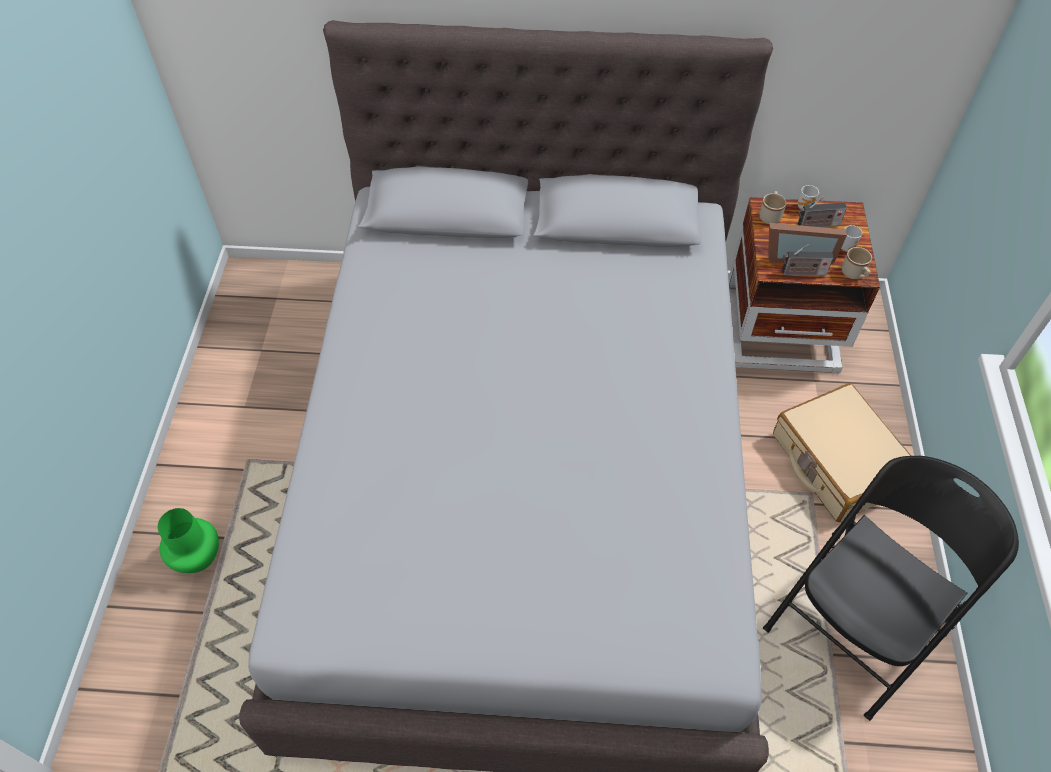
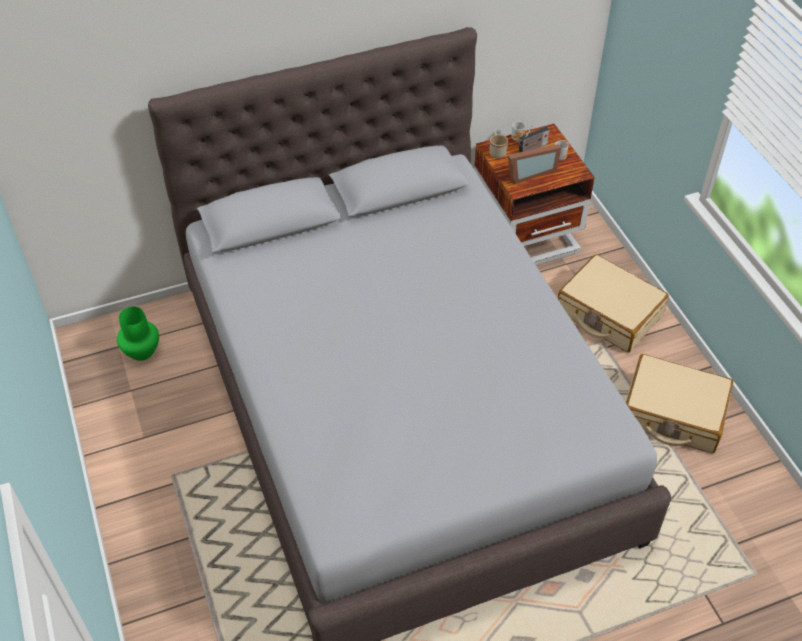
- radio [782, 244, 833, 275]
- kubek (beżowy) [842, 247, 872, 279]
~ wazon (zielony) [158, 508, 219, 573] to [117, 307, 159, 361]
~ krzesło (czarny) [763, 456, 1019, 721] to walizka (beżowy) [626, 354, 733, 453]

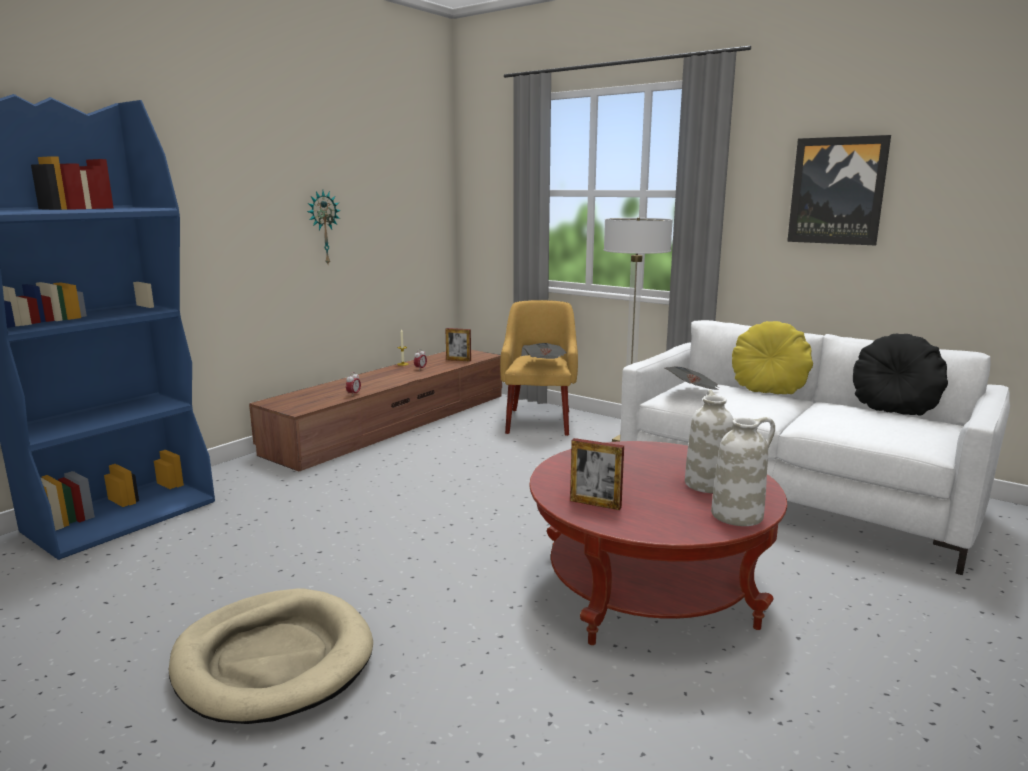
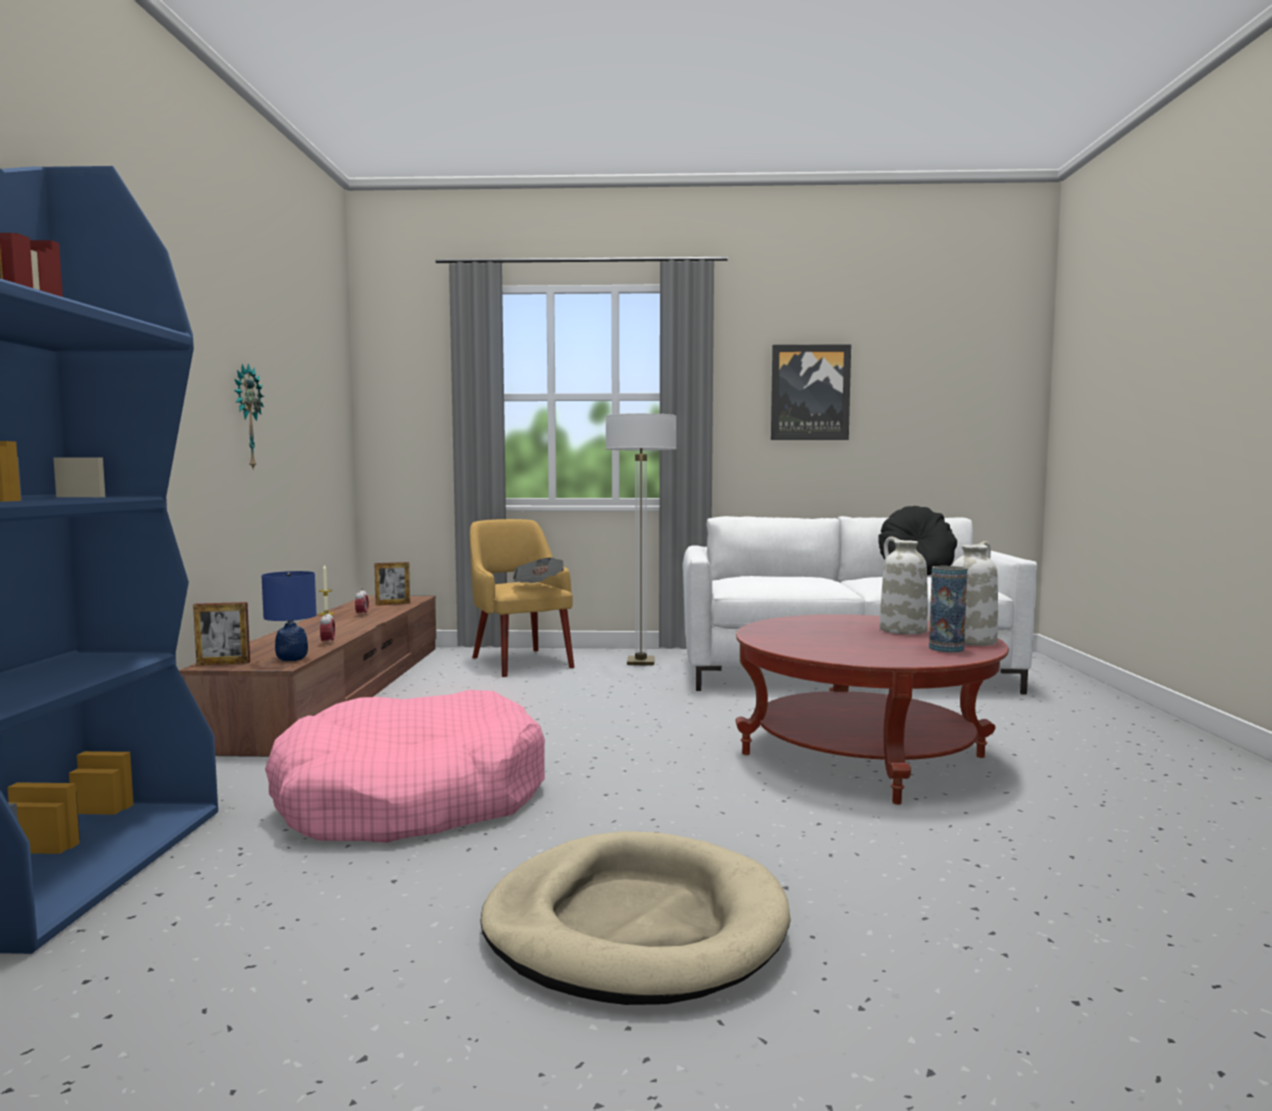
- gazeta [665, 367, 720, 390]
- poduszka (żółty) [732, 321, 813, 394]
+ lampa stołowa (niebieski) [261, 571, 317, 661]
+ legowisko (różowy) [265, 690, 545, 843]
+ wazon [929, 566, 967, 653]
~ ramka na zdjęcie [570, 438, 624, 510] to [193, 602, 250, 665]

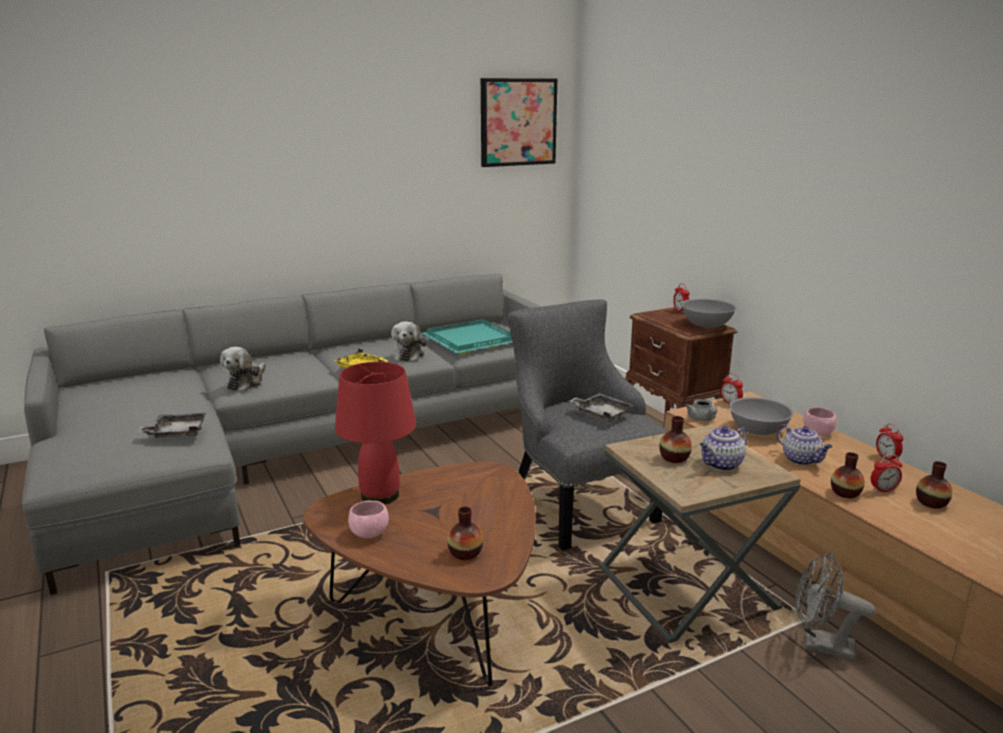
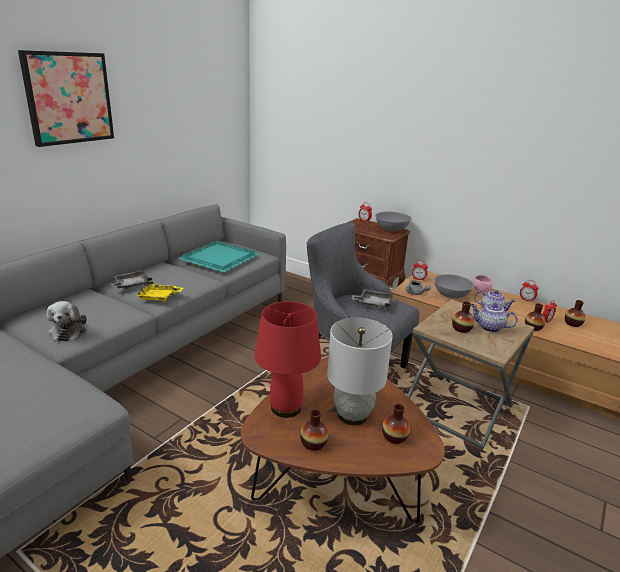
- pluszak [390, 321, 426, 361]
- wentylator (szary) [795, 552, 875, 661]
+ lampa stołowa (biały) [327, 318, 393, 425]
~ taca (szary) [137, 413, 206, 438] to [111, 271, 152, 289]
~ obraz [481, 78, 557, 167] to [18, 50, 114, 147]
~ miska (różowy) [348, 500, 389, 538] to wazon [300, 410, 328, 451]
~ imbryk [700, 426, 748, 471] = [471, 303, 518, 333] 90 degrees clockwise

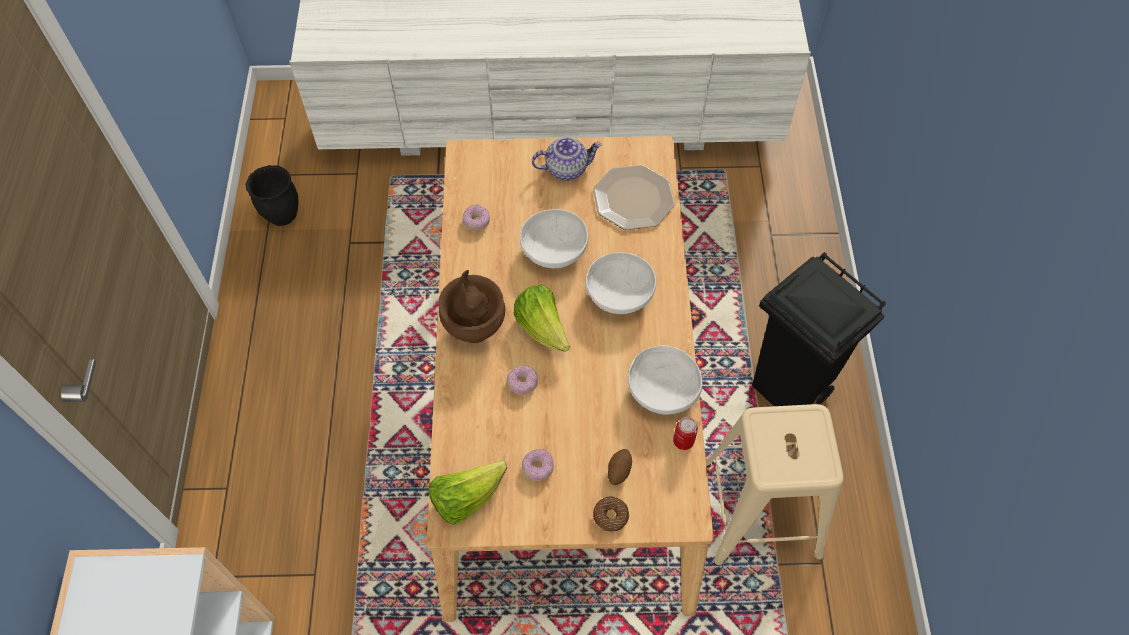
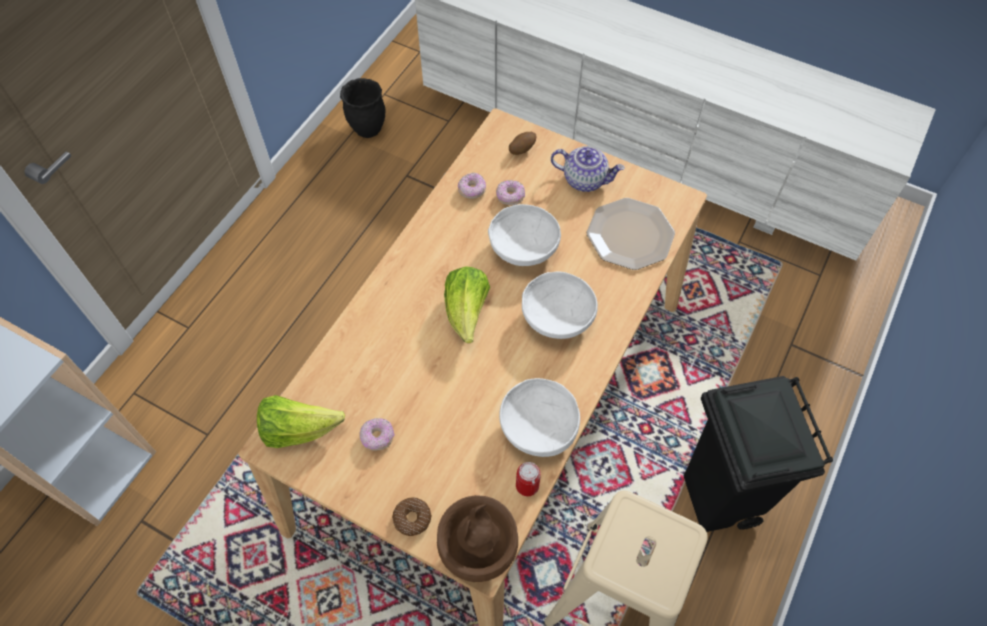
~ wazon (brązowy) [438, 270, 505, 343] to [437, 495, 518, 582]
~ donut [507, 365, 538, 395] to [496, 180, 525, 206]
~ ziemniak [608, 449, 632, 485] to [509, 132, 536, 155]

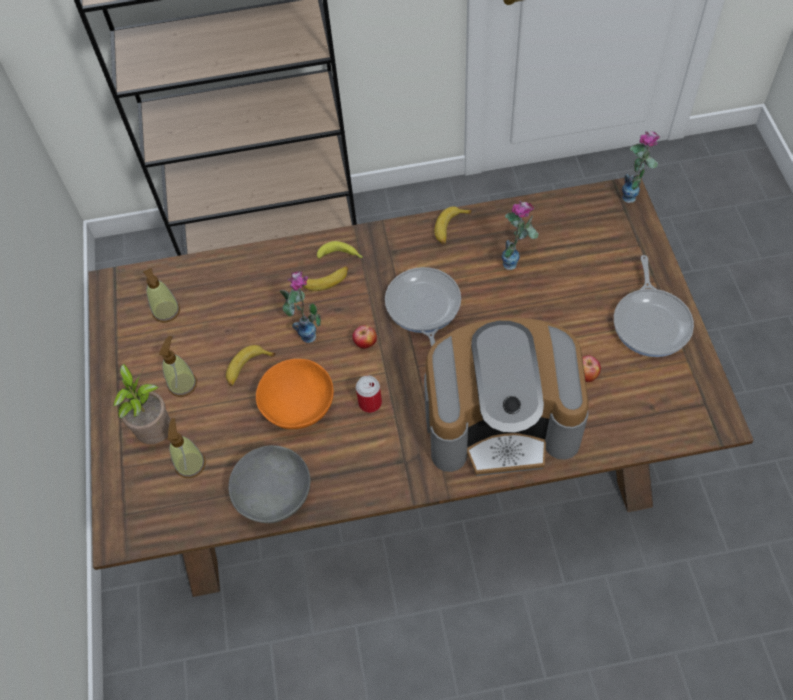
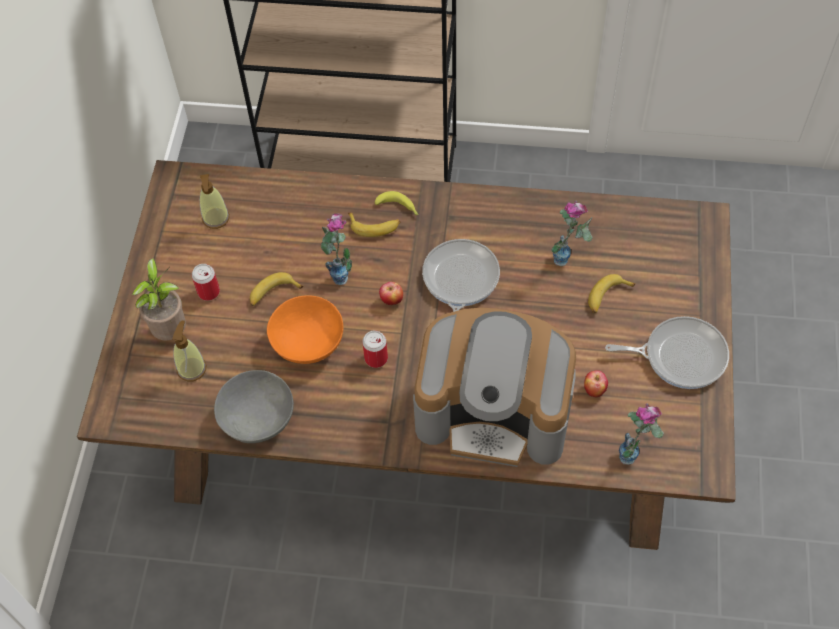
~ banan [435, 206, 472, 244] to [588, 274, 636, 313]
~ wazon [622, 131, 660, 203] to [619, 404, 664, 465]
~ dozownik mydła [159, 336, 197, 397] to puszka [192, 264, 220, 301]
~ patelnia [614, 255, 694, 357] = [605, 316, 729, 389] 105 degrees counterclockwise

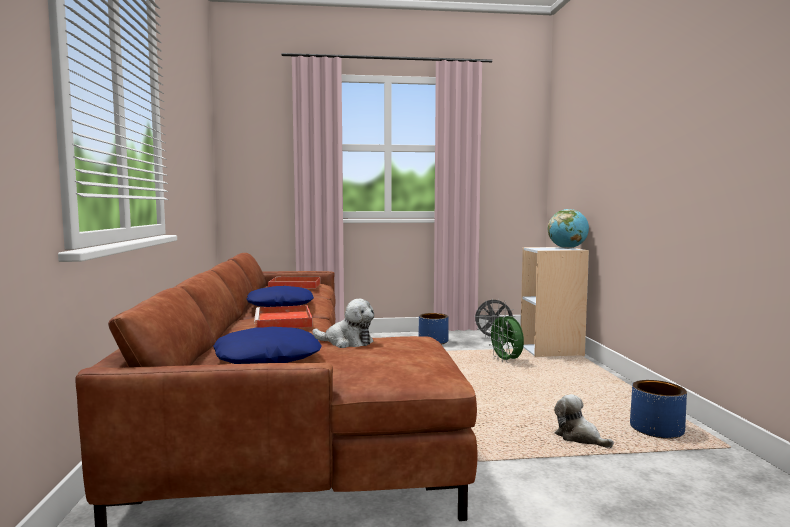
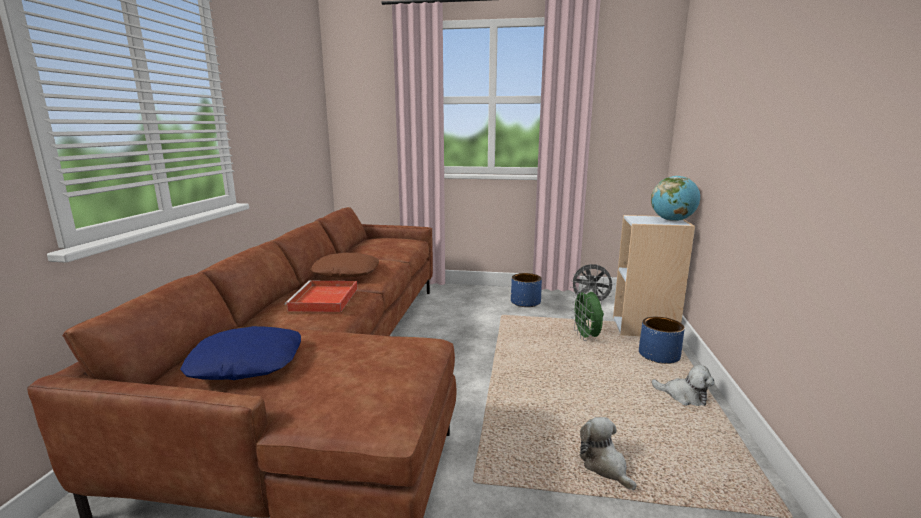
- taca (czerwony) [268, 277, 320, 289]
~ pluszak [312, 299, 374, 348] to [652, 365, 715, 406]
~ donica (niebieski) [630, 380, 687, 439] to [639, 317, 685, 364]
~ poduszka (niebieski) [247, 286, 314, 307] to poduszka (brązowy) [310, 253, 379, 278]

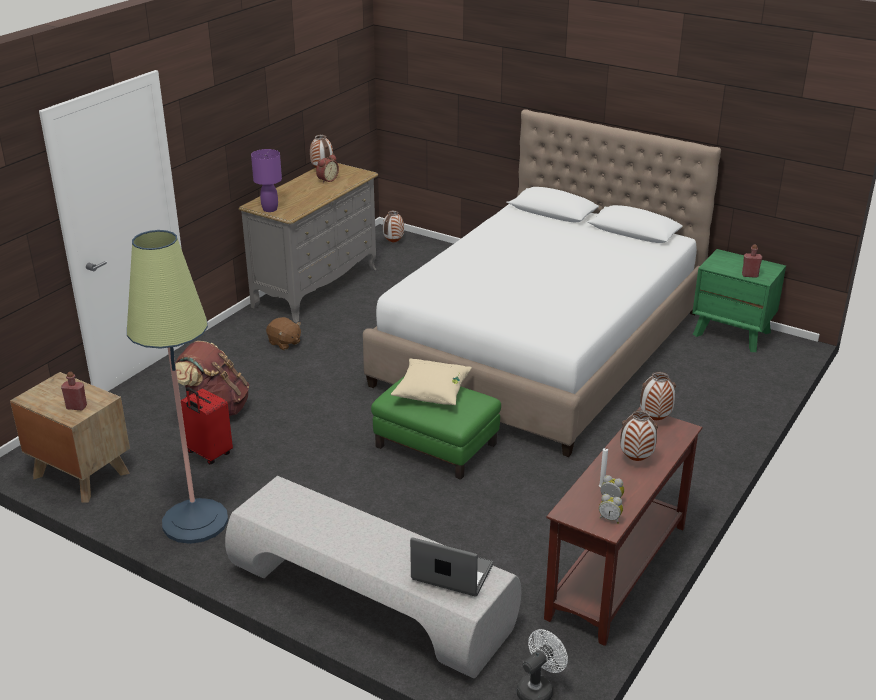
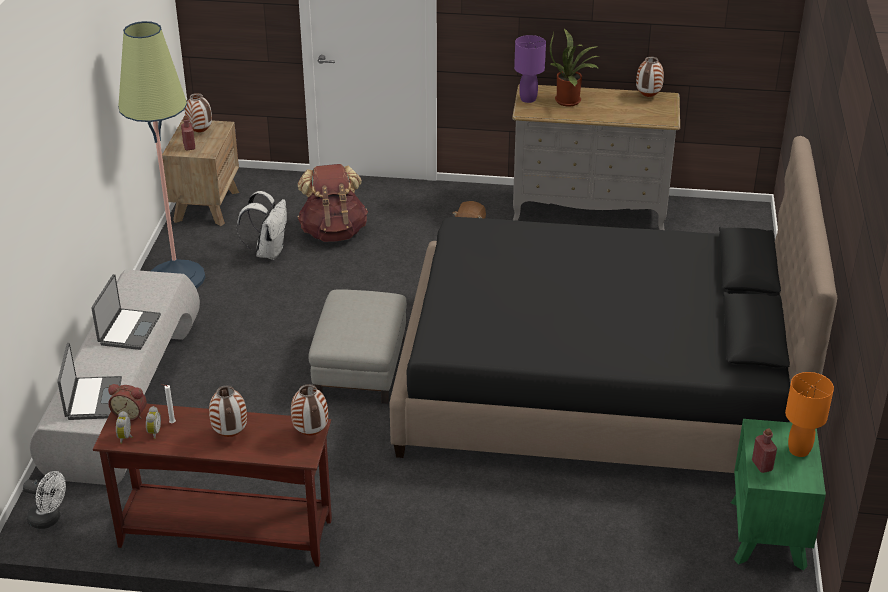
- poduszka (beżowy) [391, 358, 472, 405]
+ laptop [91, 274, 161, 350]
+ roślina doniczkowa [550, 29, 599, 107]
+ lampa stołowa (pomarańczowy) [785, 372, 834, 457]
~ budzik [316, 155, 339, 183] to [108, 384, 147, 421]
~ wazon [383, 210, 404, 243] to [185, 93, 212, 132]
~ walizka (czerwony) [181, 387, 233, 464] to plecak (biały) [237, 191, 287, 260]
~ łóżko (biały) [363, 110, 721, 457] to łóżko (czarny) [390, 136, 837, 473]
~ pufa (zielony) [371, 377, 501, 480] to pufa (szary) [309, 289, 407, 404]

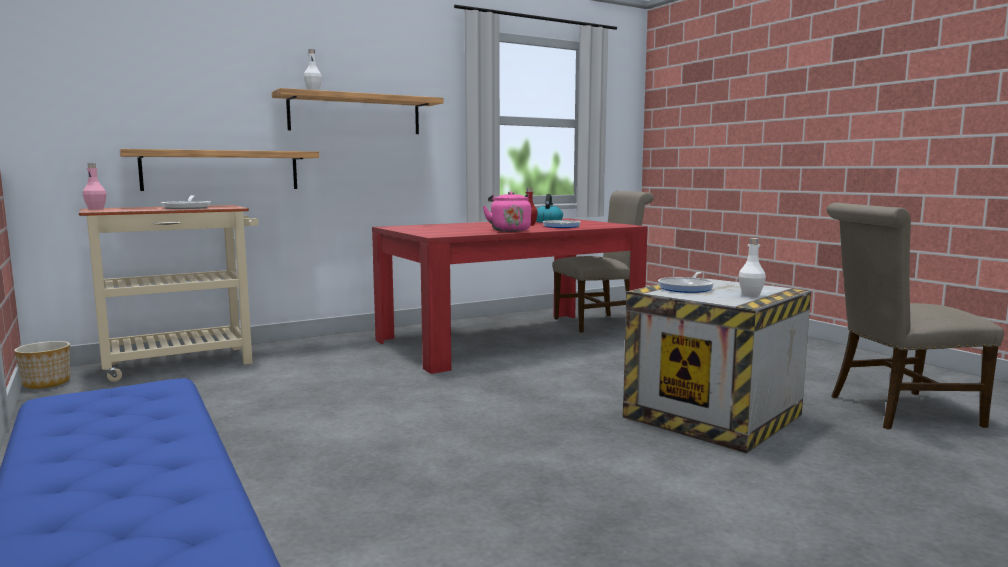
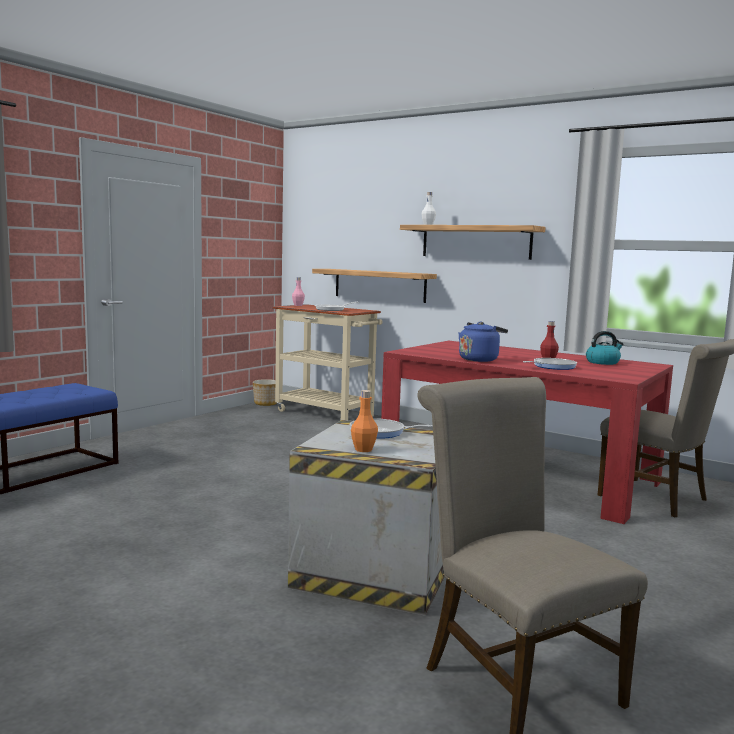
~ czajnik (różowy) [483, 191, 531, 232] to czajnik (niebieski) [458, 322, 508, 362]
~ butelka (biały) [739, 238, 766, 297] to butelka (pomarańczowy) [351, 390, 378, 452]

